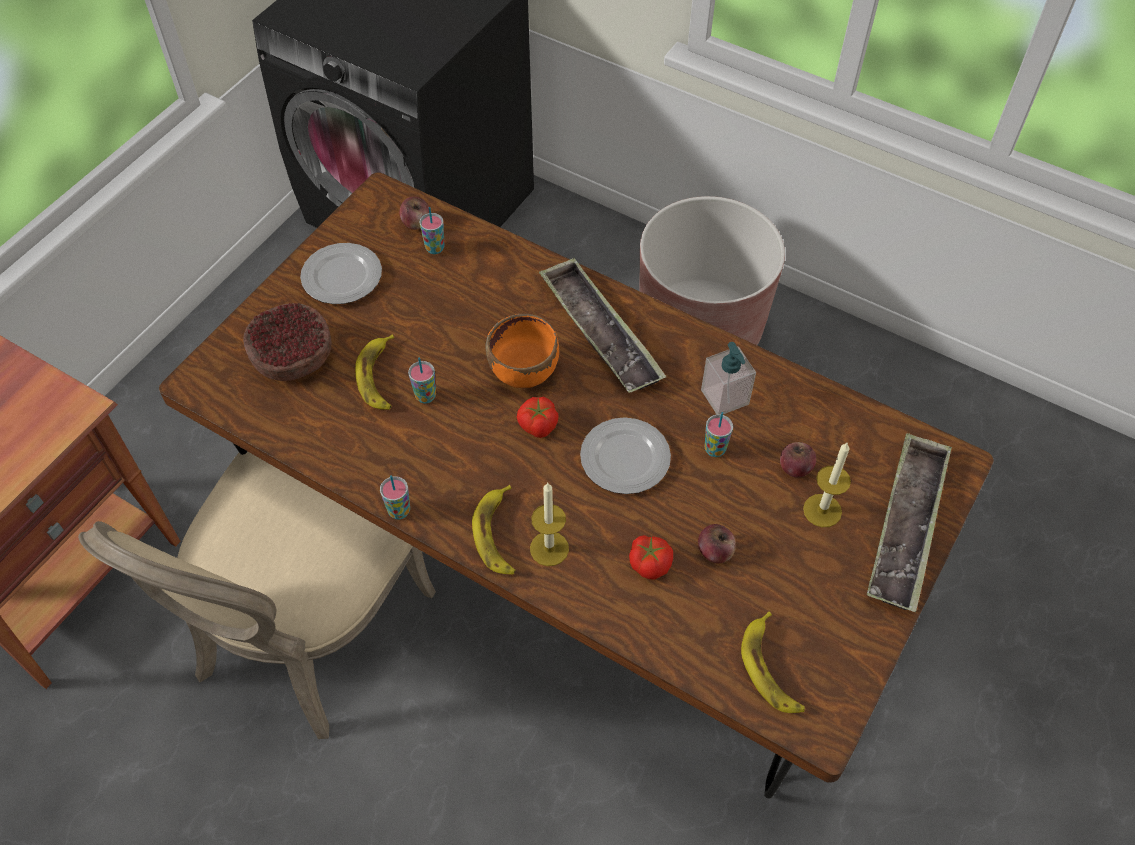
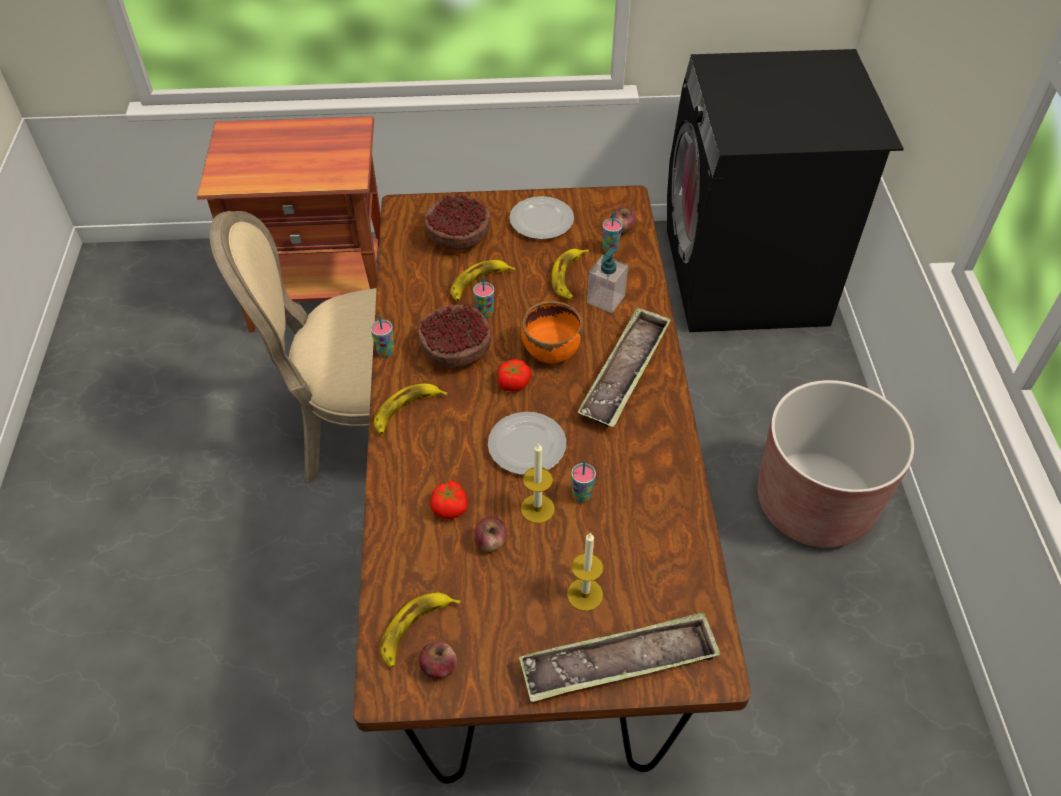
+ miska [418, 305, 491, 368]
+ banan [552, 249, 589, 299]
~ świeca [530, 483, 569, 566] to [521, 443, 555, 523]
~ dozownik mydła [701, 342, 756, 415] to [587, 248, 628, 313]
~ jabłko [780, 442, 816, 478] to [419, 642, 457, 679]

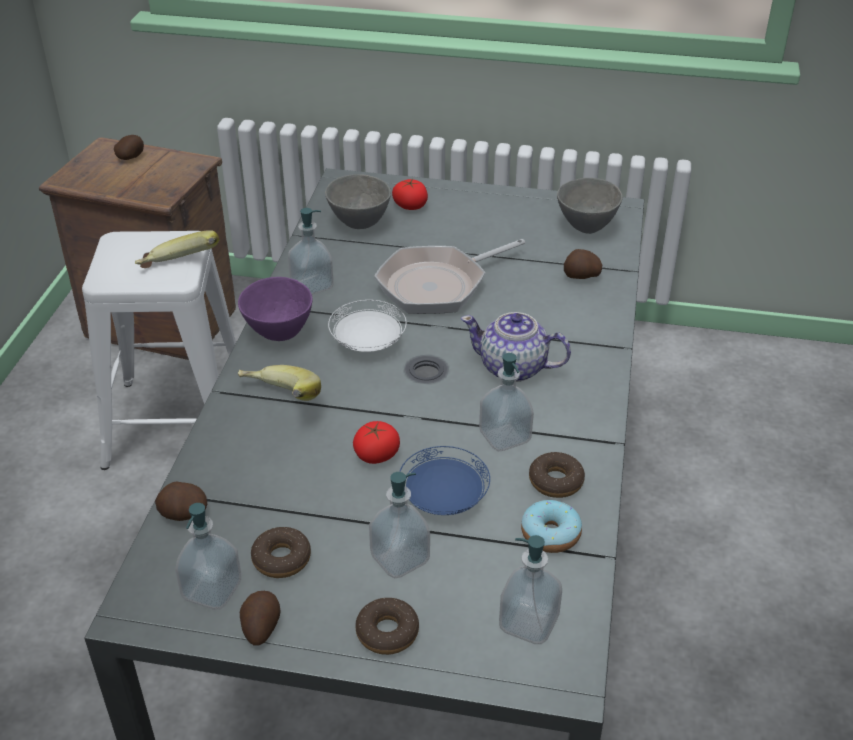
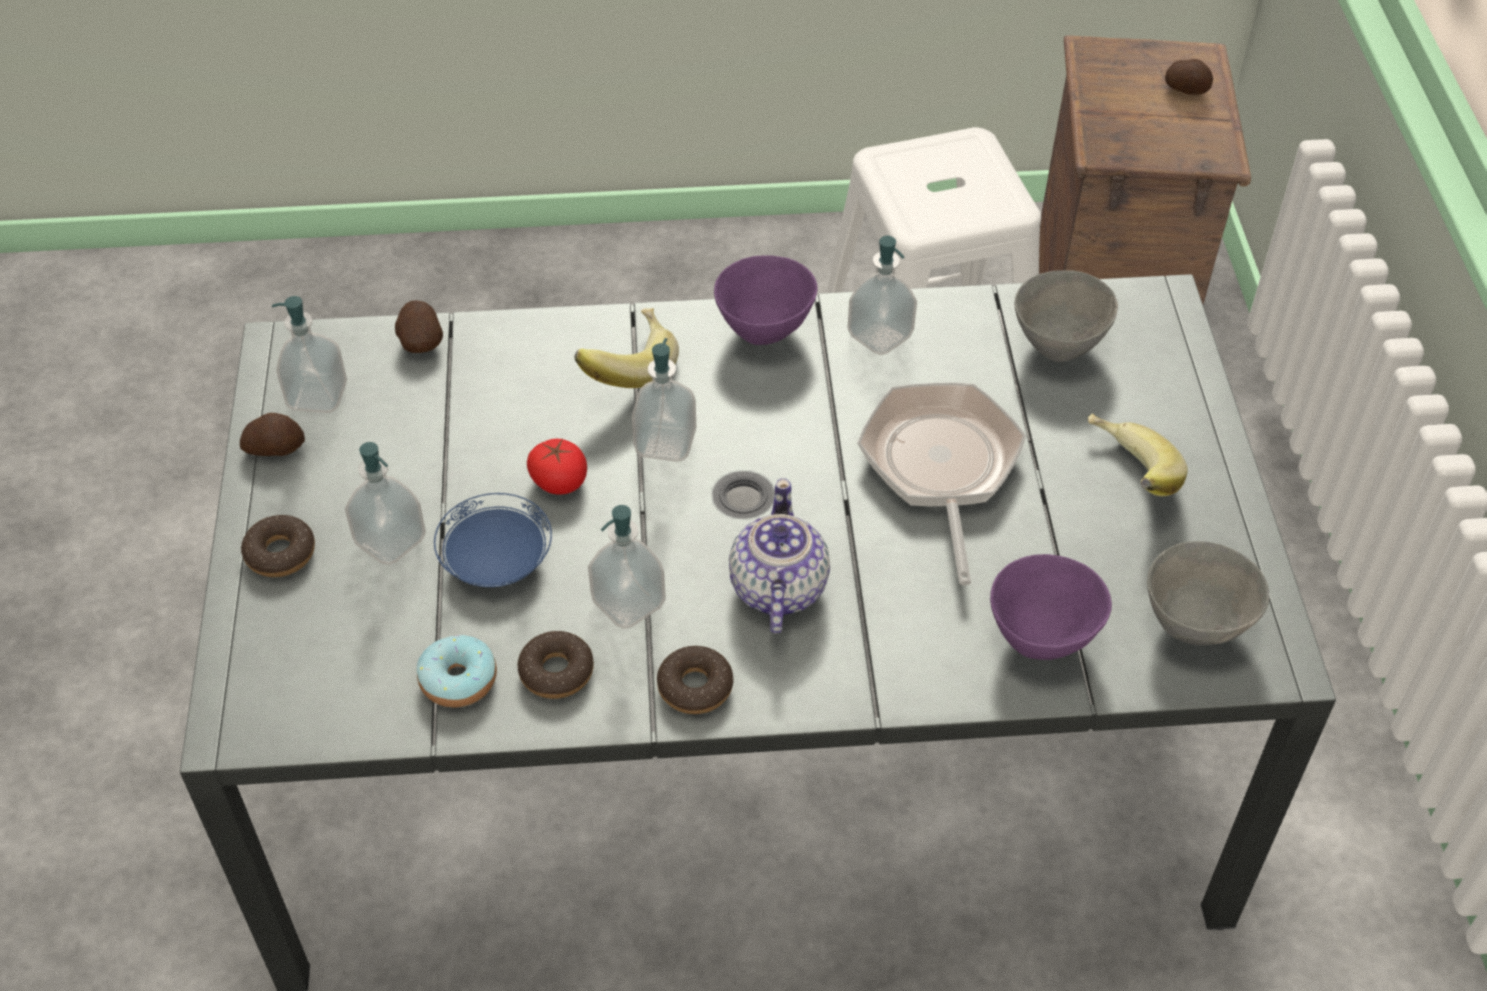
- talerz (biały) [328, 300, 407, 352]
- pomidor [392, 179, 428, 210]
~ banan [135, 230, 219, 265] to [1088, 413, 1188, 496]
~ donut [251, 527, 311, 578] to [657, 646, 733, 714]
~ dozownik mydła [499, 535, 562, 644] to [632, 338, 696, 462]
~ ziemniak [564, 249, 602, 279] to miska (fioletowy) [990, 554, 1112, 660]
~ patelnia [374, 239, 525, 314] = [857, 383, 1026, 585] 45 degrees clockwise

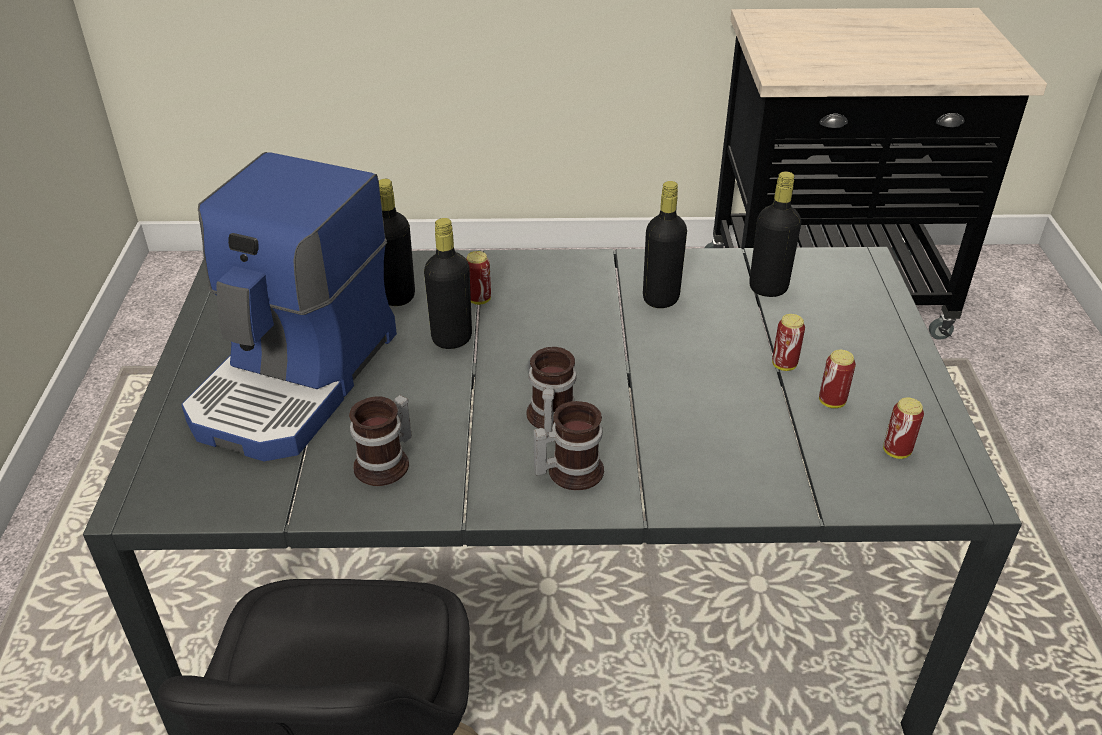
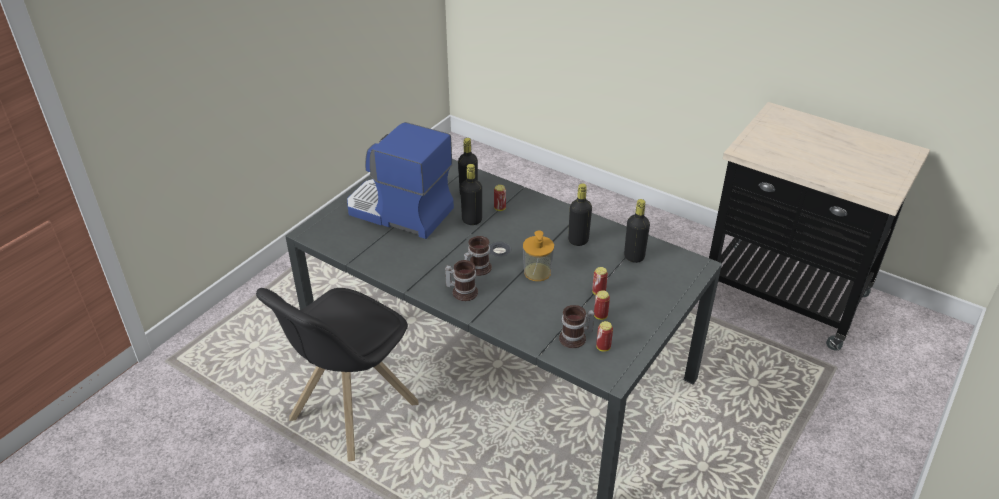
+ dozownik mydła [523, 231, 554, 281]
~ kubek [349, 395, 412, 486] to [559, 305, 595, 348]
~ ekspres do kawy [181, 152, 397, 461] = [347, 122, 454, 239] 60 degrees clockwise

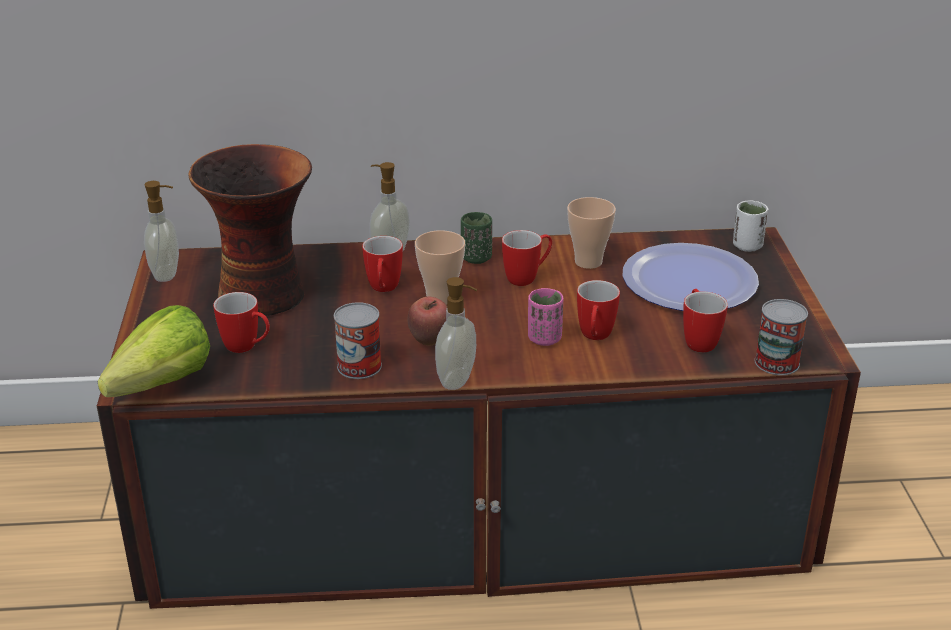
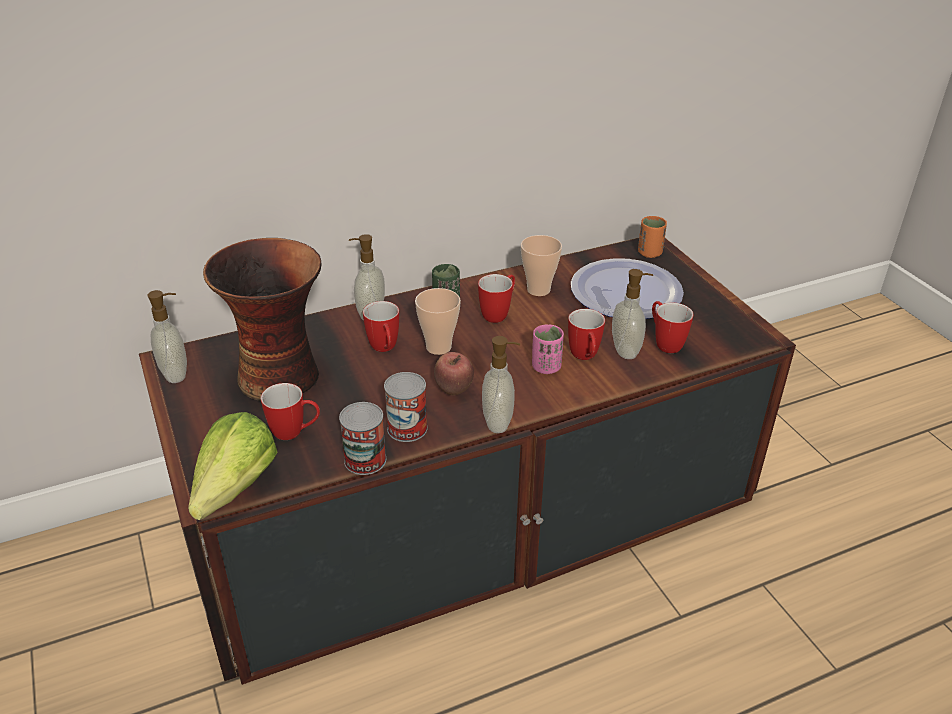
+ dozownik mydła [612, 269, 653, 359]
~ puszka [755, 299, 808, 375] to [339, 402, 386, 475]
~ filiżanka (biały) [733, 200, 768, 252] to filiżanka (pomarańczowy) [638, 216, 667, 258]

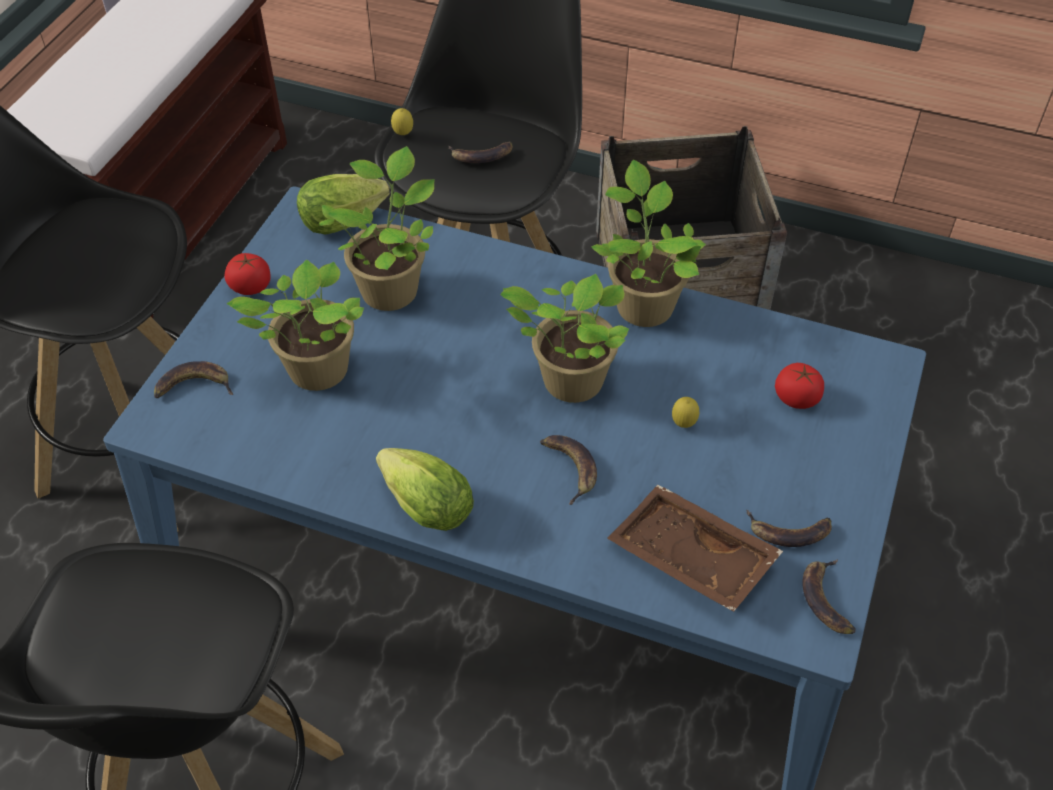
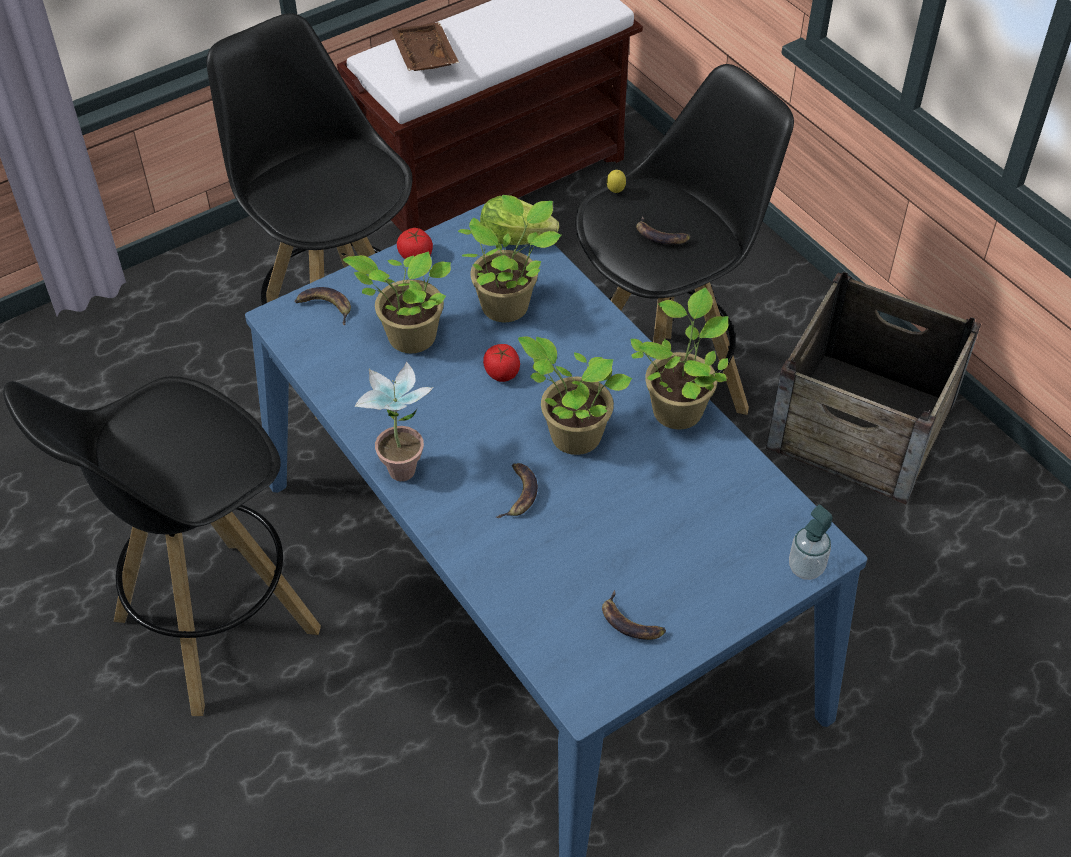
- cytryna [672, 397, 699, 428]
- banan [802, 559, 856, 634]
+ dozownik mydła [789, 505, 833, 580]
~ taca (brązowy) [607, 485, 783, 612] to [391, 22, 459, 71]
~ pomidor [775, 363, 824, 409] to [483, 344, 520, 382]
~ sałata [376, 448, 474, 531] to roślina doniczkowa [354, 362, 434, 481]

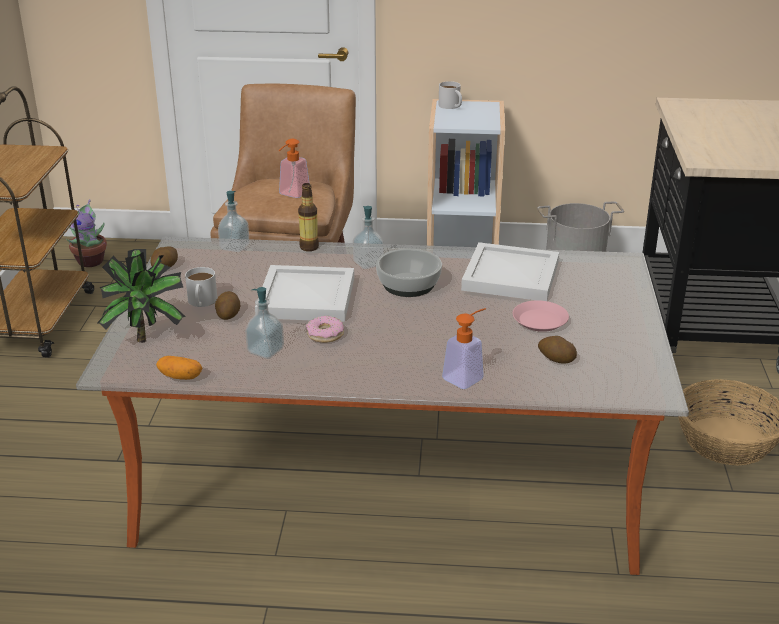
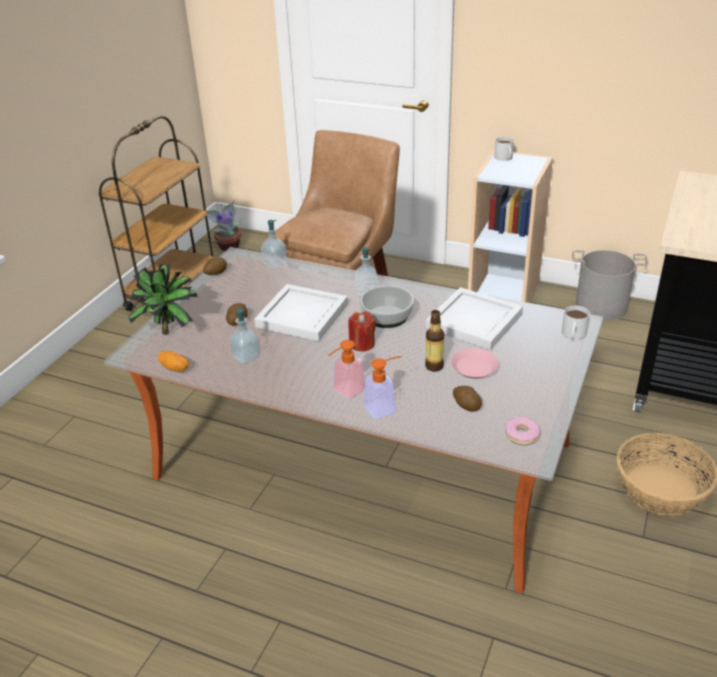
+ świeca (czerwony) [348, 311, 376, 351]
~ kubek (biały) [185, 267, 217, 307] to [562, 306, 590, 340]
~ dozownik mydła [279, 139, 309, 198] to [328, 340, 365, 399]
~ butelka [298, 183, 319, 251] to [425, 310, 444, 371]
~ donut [306, 316, 344, 343] to [505, 416, 541, 445]

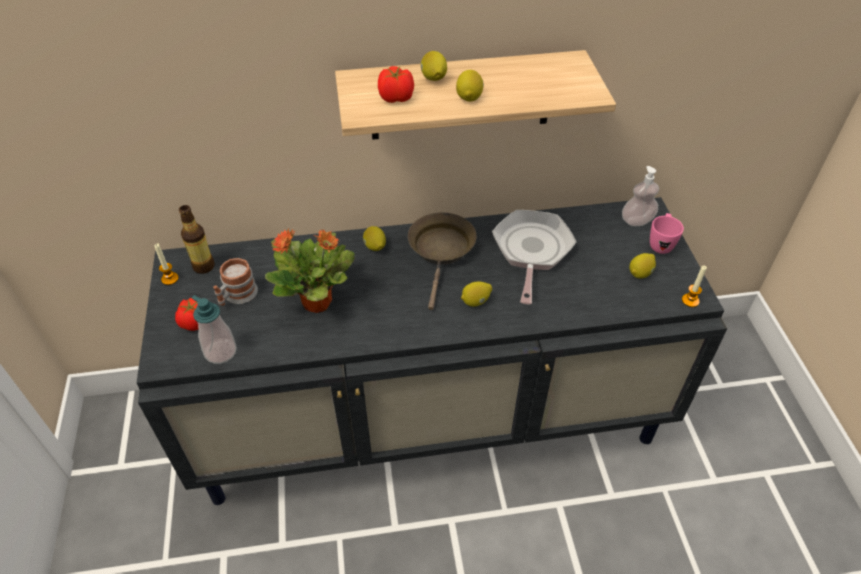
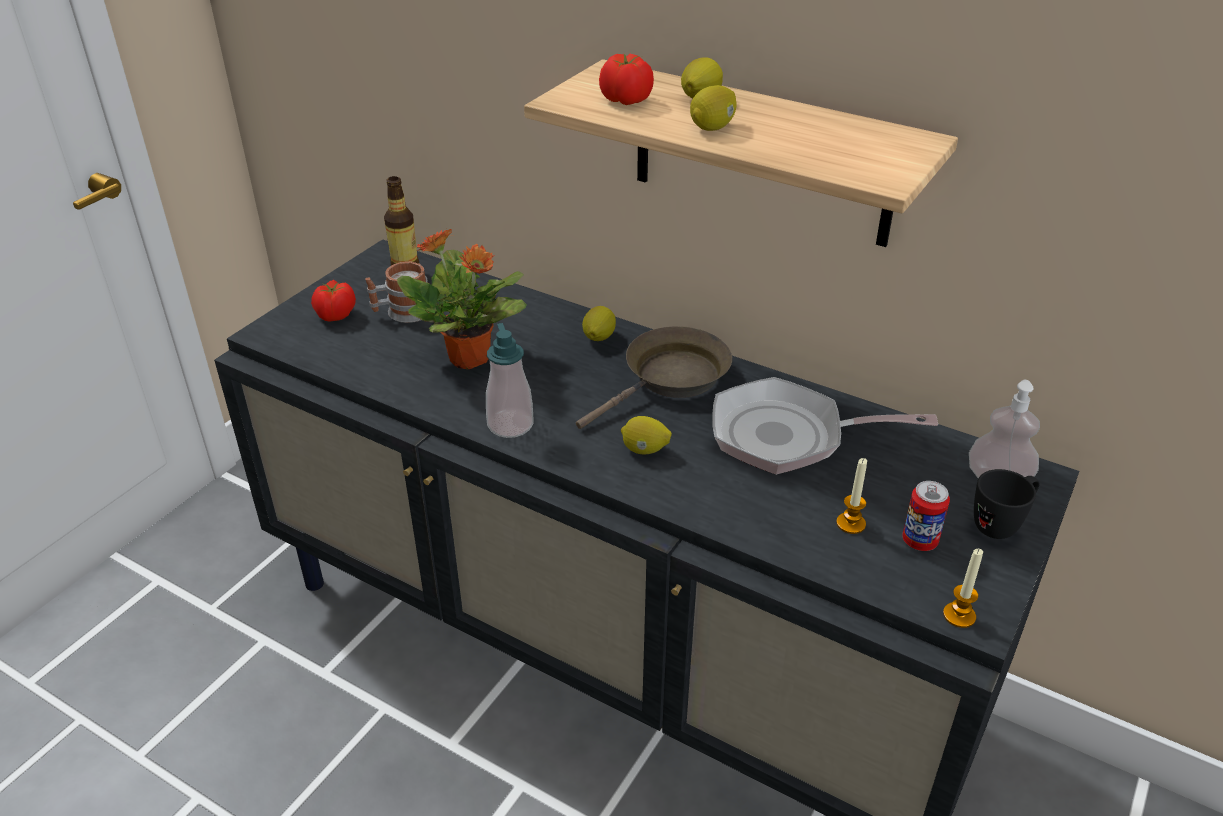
~ świeca [154, 243, 179, 285] to [836, 458, 867, 534]
~ dozownik mydła [192, 295, 237, 364] to [486, 323, 534, 438]
~ cytryna [629, 253, 656, 279] to puszka [902, 481, 950, 551]
~ kubek (różowy) [650, 213, 684, 254] to kubek (czarny) [974, 469, 1039, 539]
~ patelnia [492, 210, 577, 304] = [712, 377, 938, 475] 135 degrees counterclockwise

